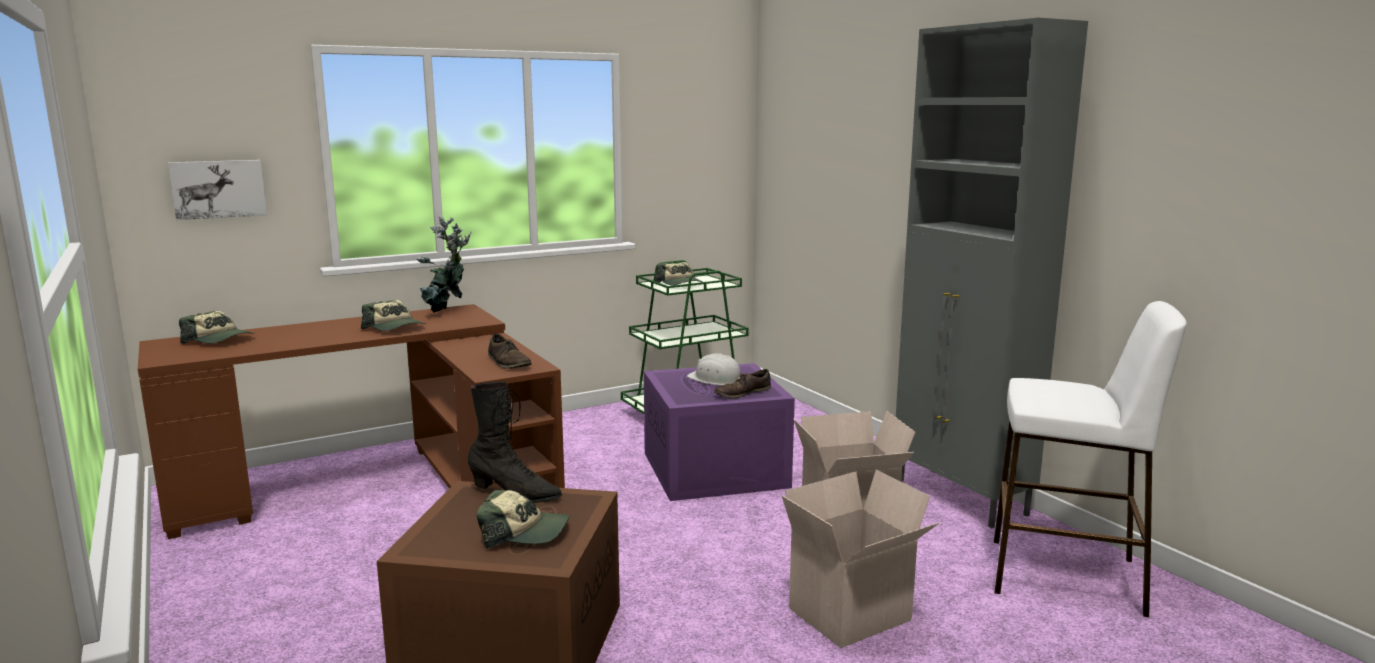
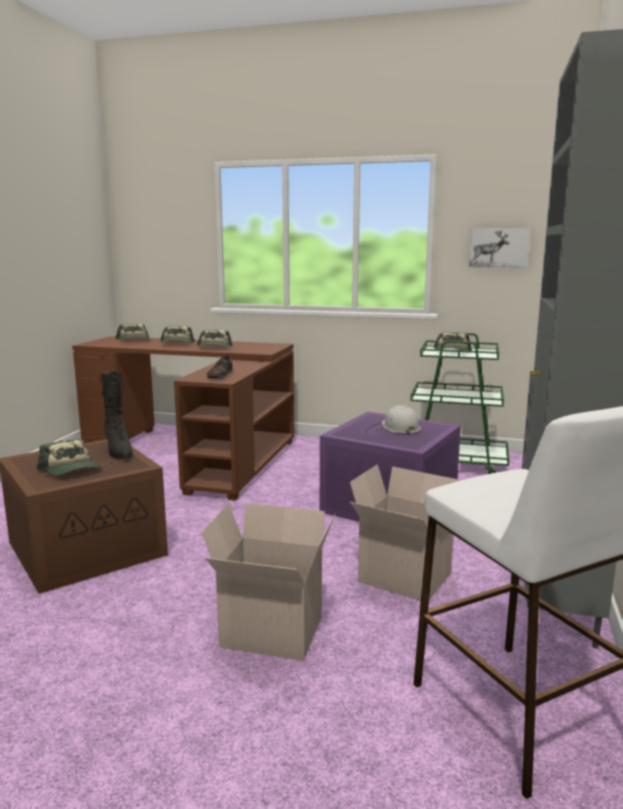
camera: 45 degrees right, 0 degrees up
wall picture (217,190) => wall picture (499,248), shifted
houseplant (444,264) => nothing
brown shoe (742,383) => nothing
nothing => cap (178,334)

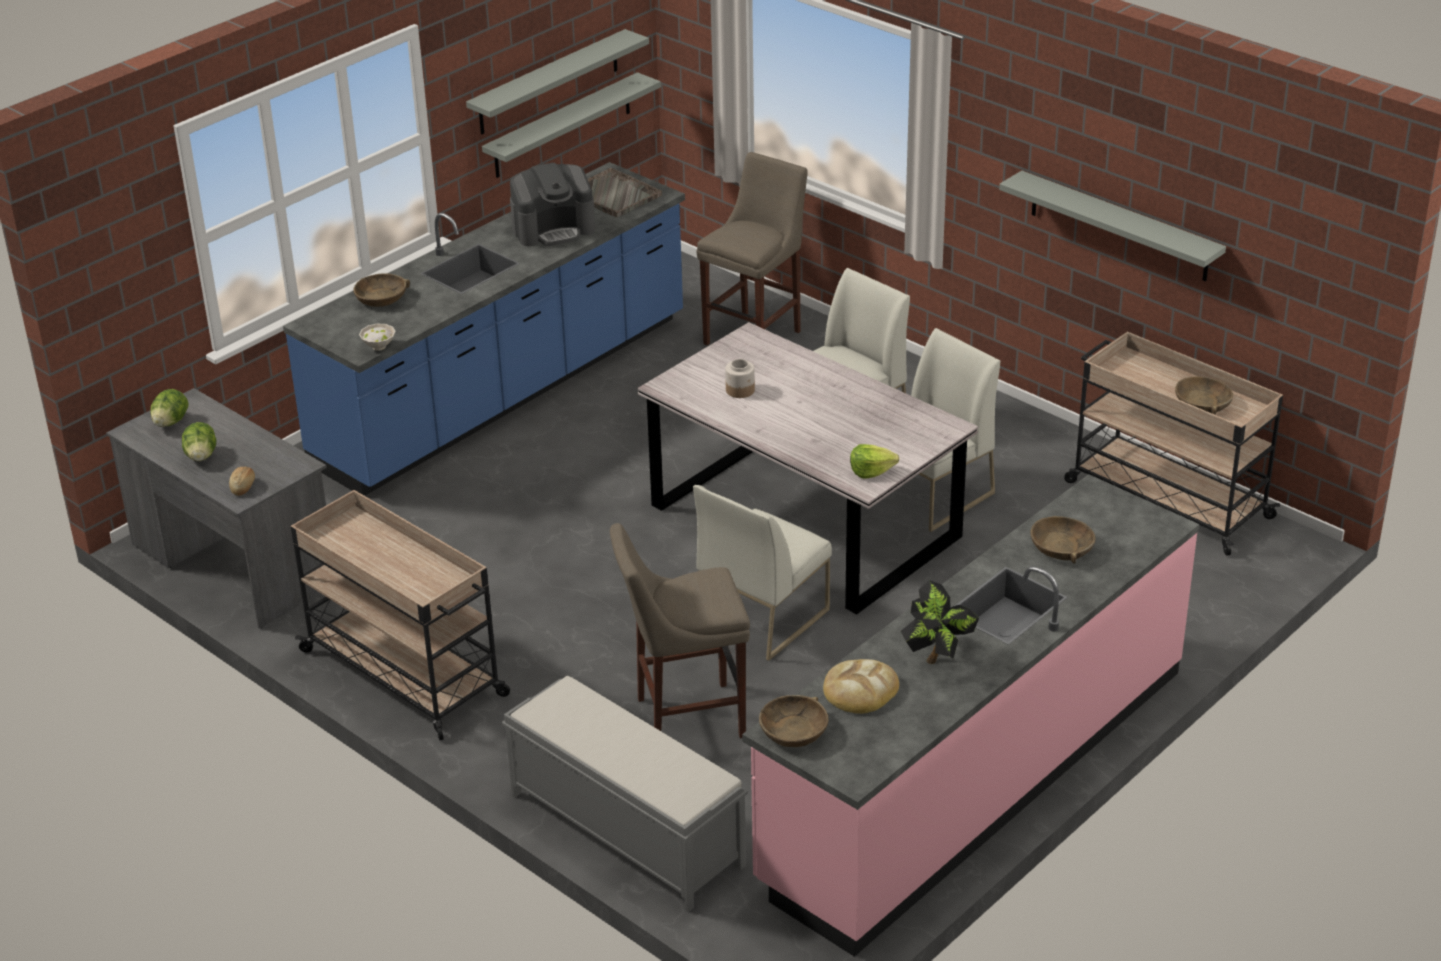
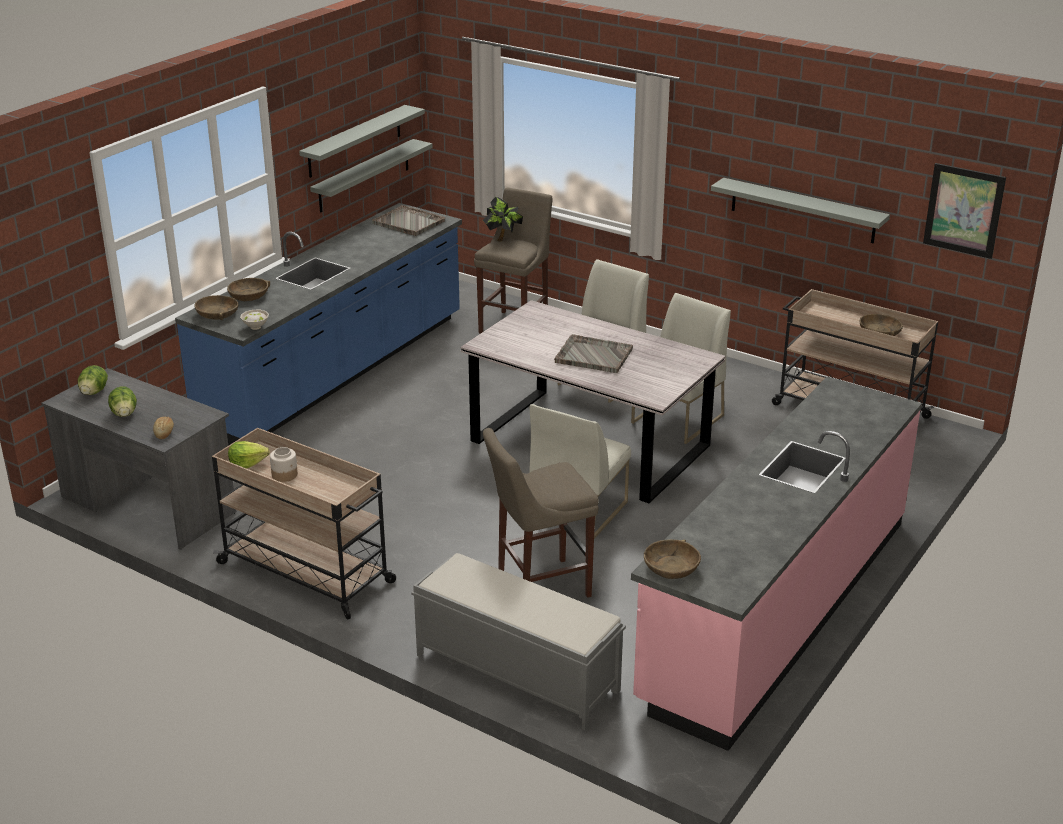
camera: 10 degrees left, 5 degrees down
coffee maker (552,204) => nothing
preserve jar (740,378) => preserve jar (284,464), shifted
head of lettuce (874,461) => head of lettuce (249,454), shifted
brown deep dish (1063,540) => brown deep dish (216,307), shifted
houseplant (940,622) => houseplant (503,219), shifted
bakery bread (861,686) => nothing
nothing => wall picture (964,211)
nothing => gray carrying tray (593,353)

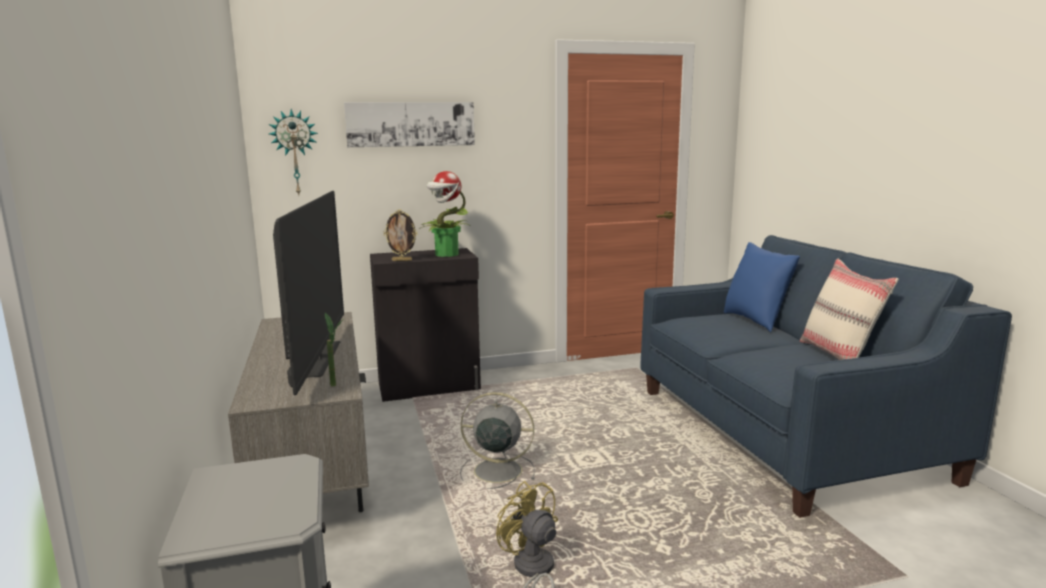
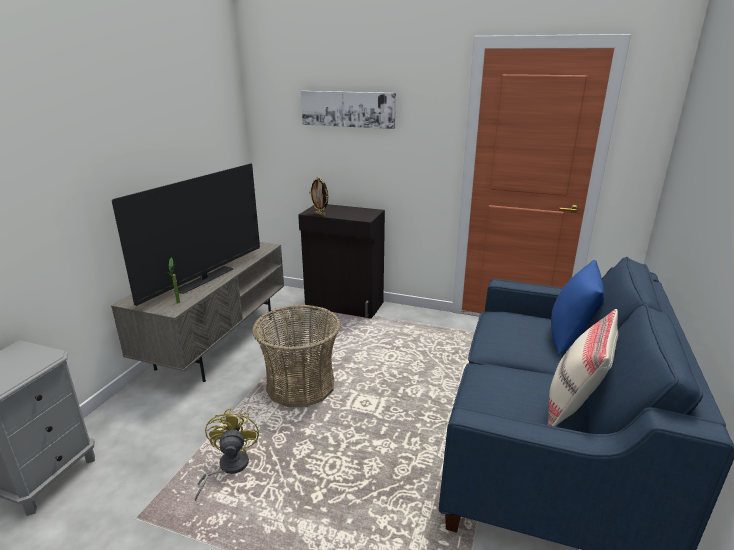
camera: 35 degrees right, 10 degrees up
wall clock (293,152) => nothing
houseplant (445,214) => nothing
gray electric fan (497,440) => storage basket (296,356)

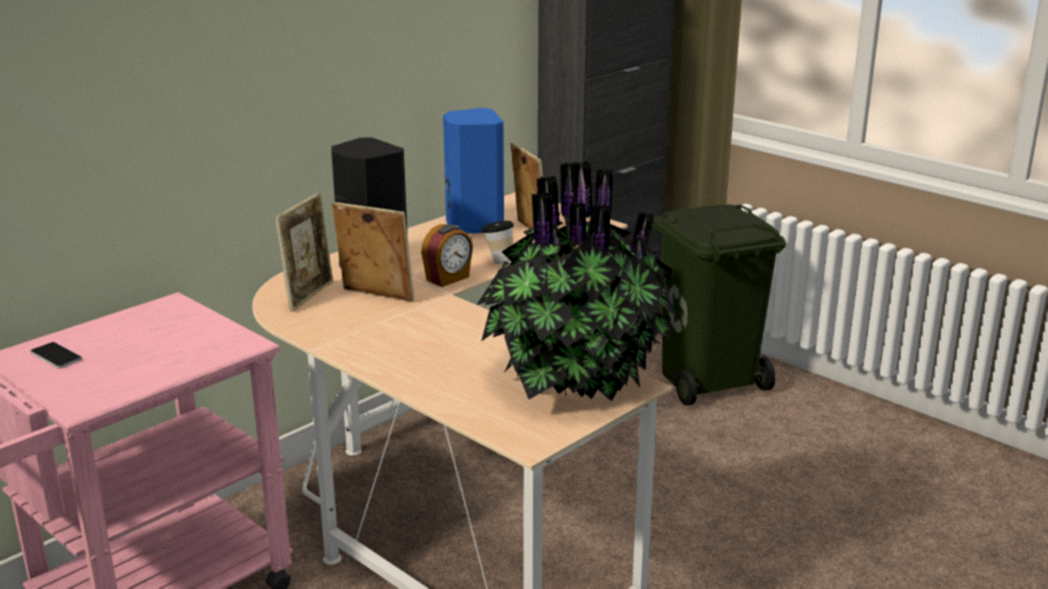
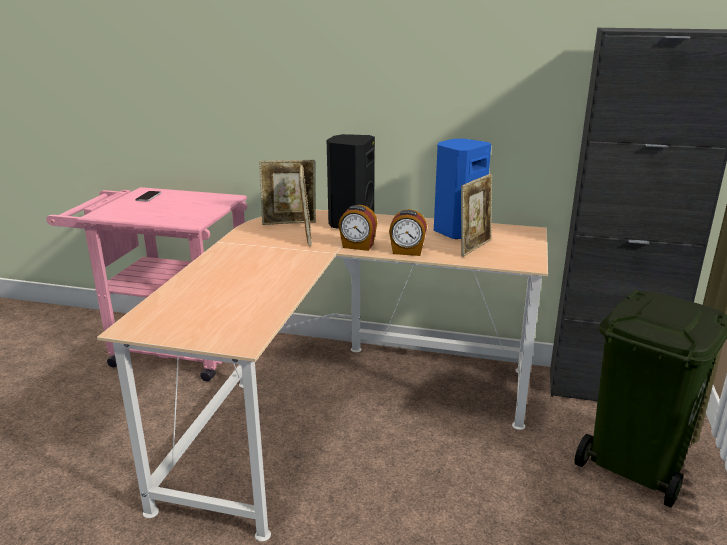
camera: 60 degrees right, 0 degrees up
houseplant (576,281) => nothing
cup (498,242) => alarm clock (408,232)

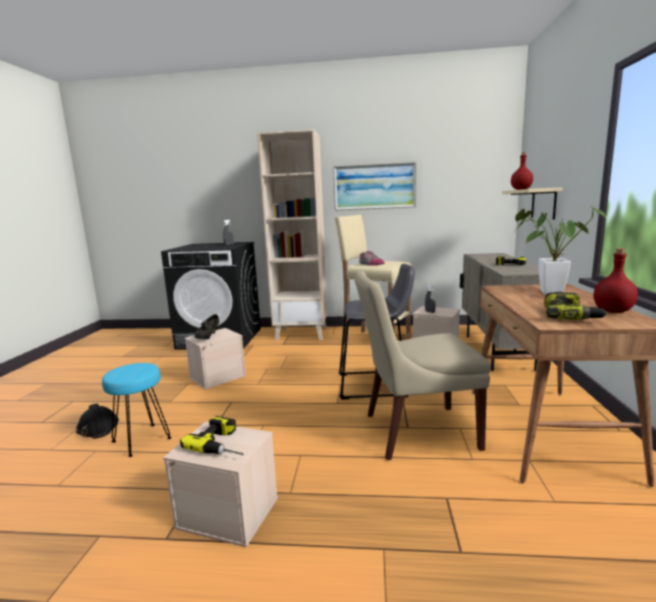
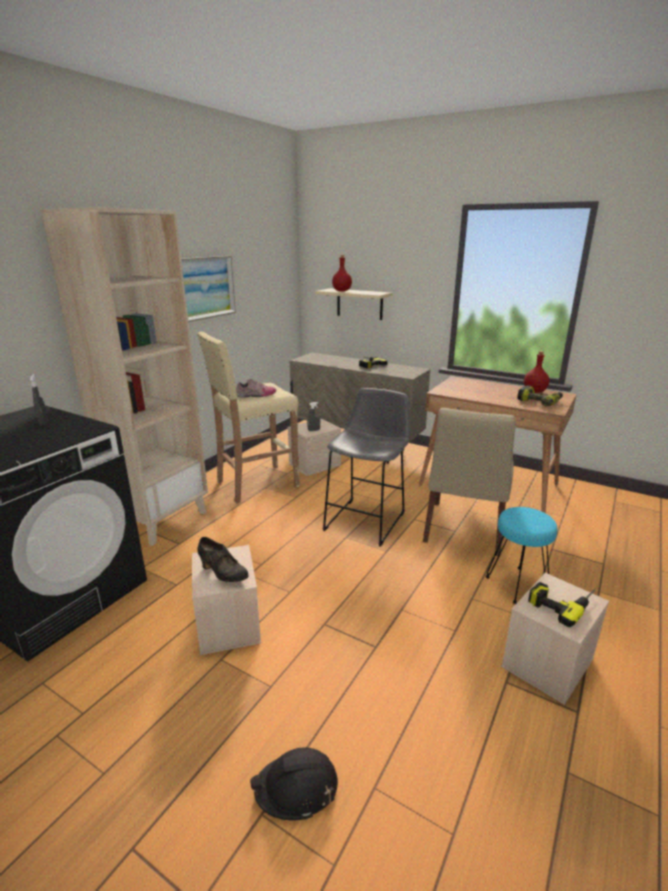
camera: 65 degrees left, 10 degrees up
houseplant (560,250) => nothing
blue-green sitting stool (137,410) => blue-green sitting stool (521,555), shifted

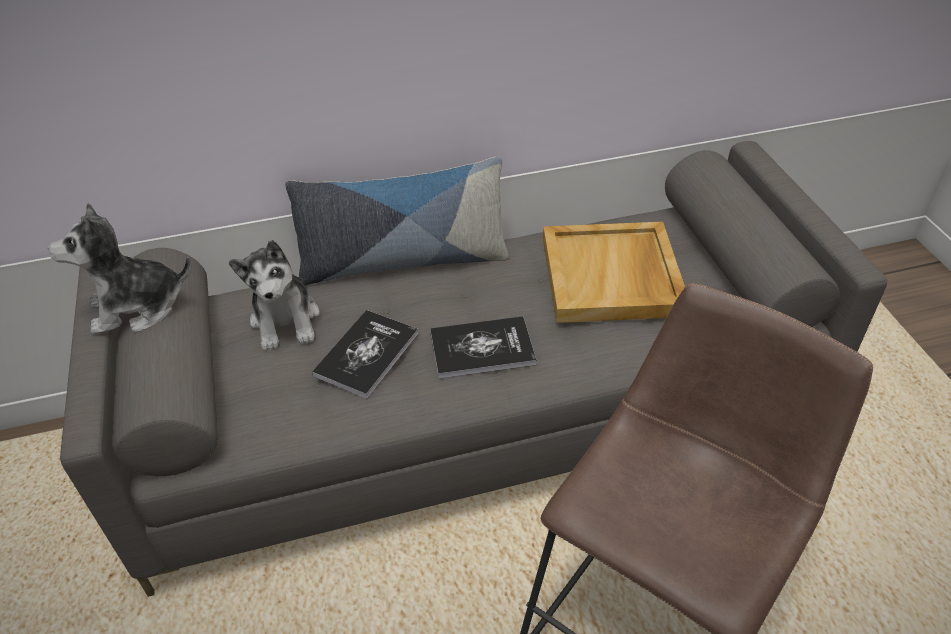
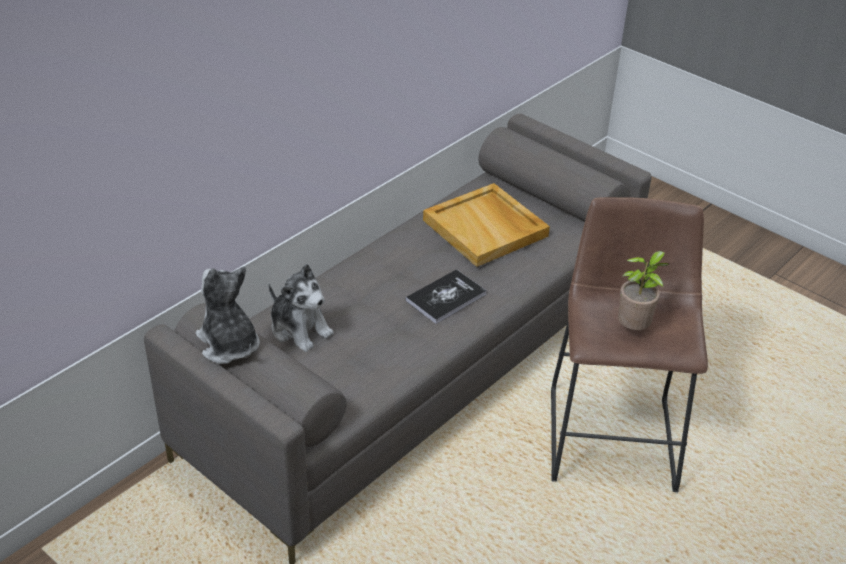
camera: 35 degrees left, 5 degrees down
pillow (397,221) => nothing
soft toy (119,269) => soft toy (228,315), 105 degrees clockwise
bound book (365,354) => nothing
nothing => houseplant (643,290)

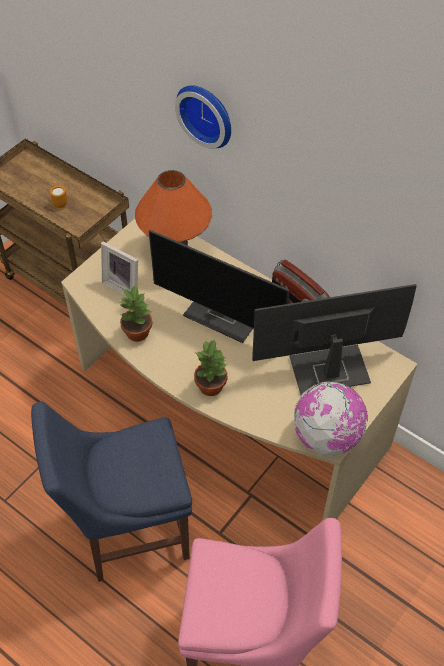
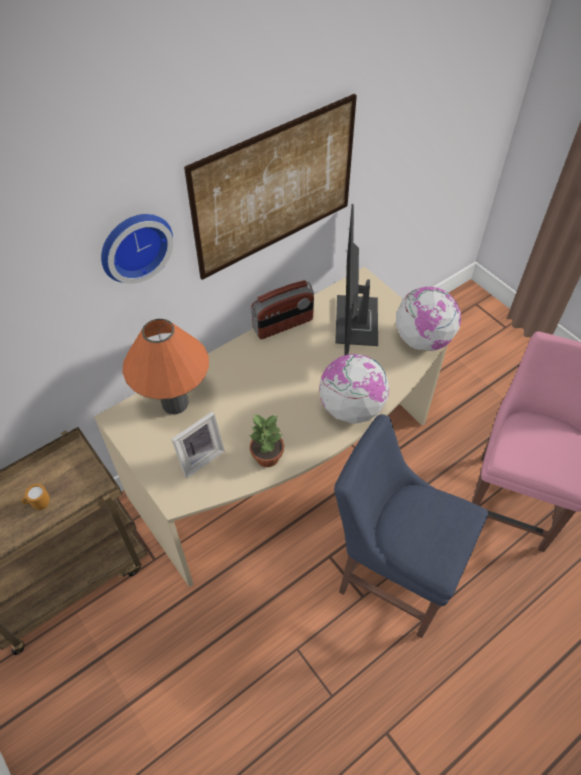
camera: 75 degrees left, 0 degrees up
computer screen (219,286) => nothing
houseplant (211,367) => desk globe (354,389)
blue chair (111,492) => blue chair (411,526), 120 degrees clockwise
nothing => wall picture (270,187)

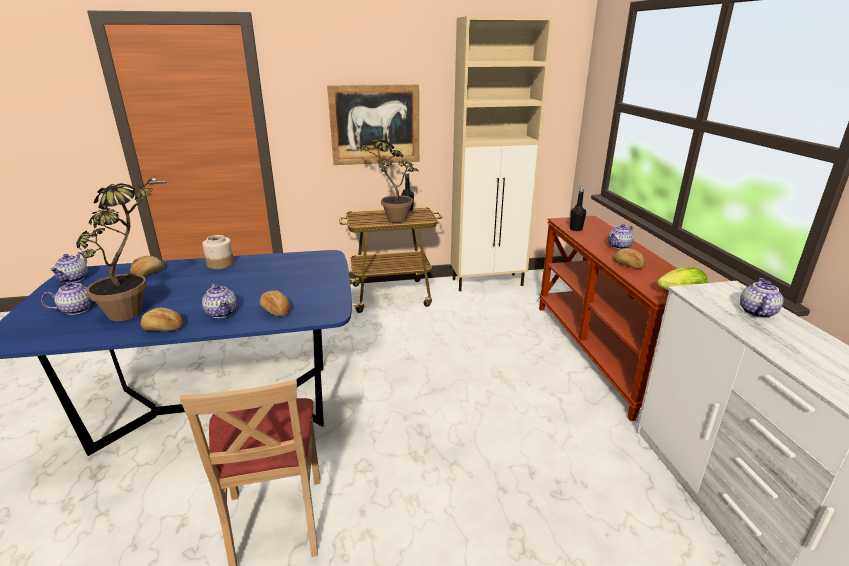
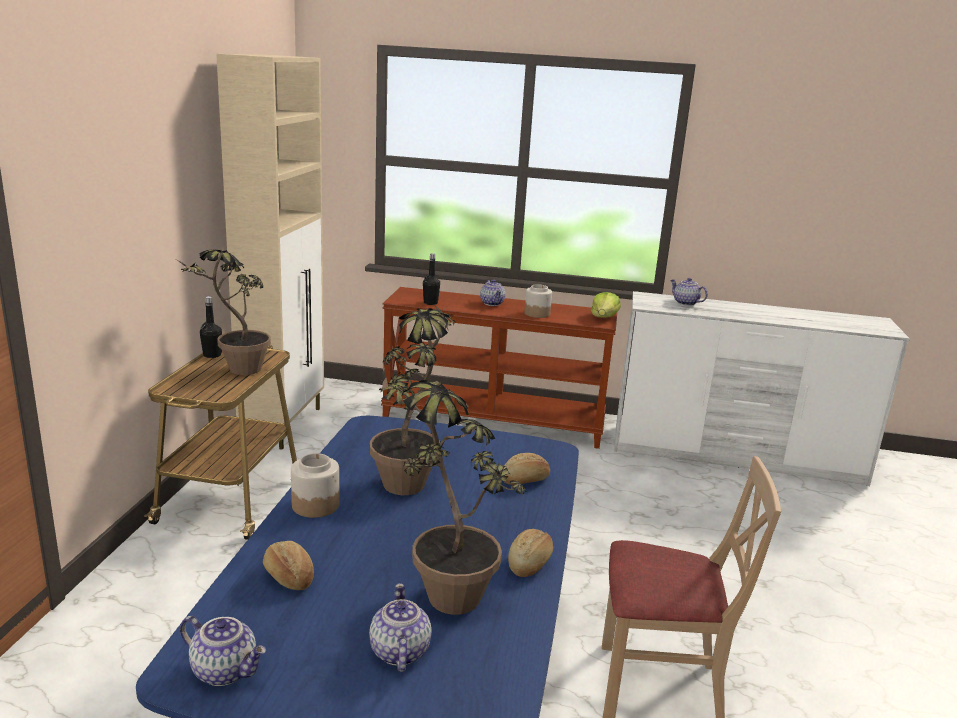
camera: 70 degrees left, 5 degrees down
wall picture (373,124) => nothing
bakery bread (630,258) => preserve jar (538,301)
pot for tea (219,300) => nothing
nothing => houseplant (413,398)

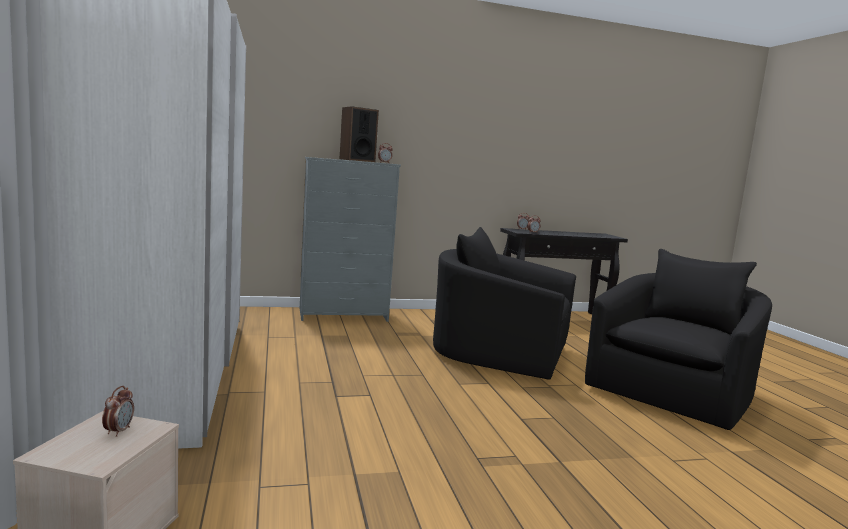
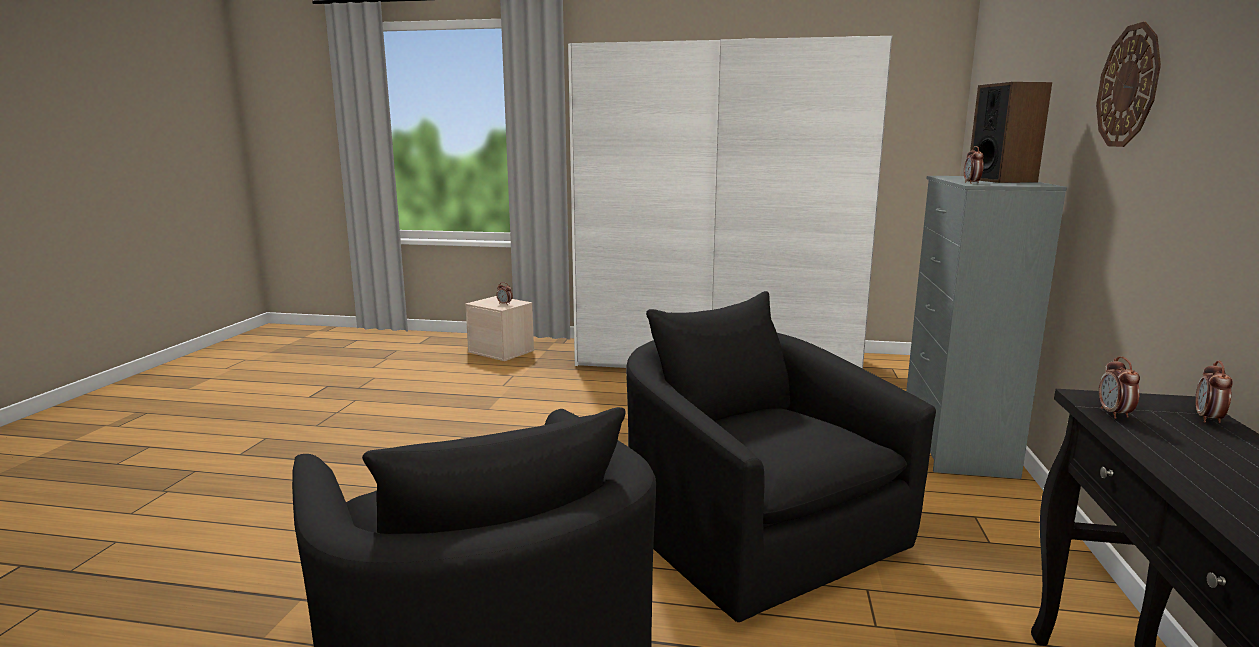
camera: 115 degrees right, 5 degrees up
black easy chair (504,303) => black easy chair (781,456), 75 degrees counterclockwise
nothing => wall clock (1128,84)

